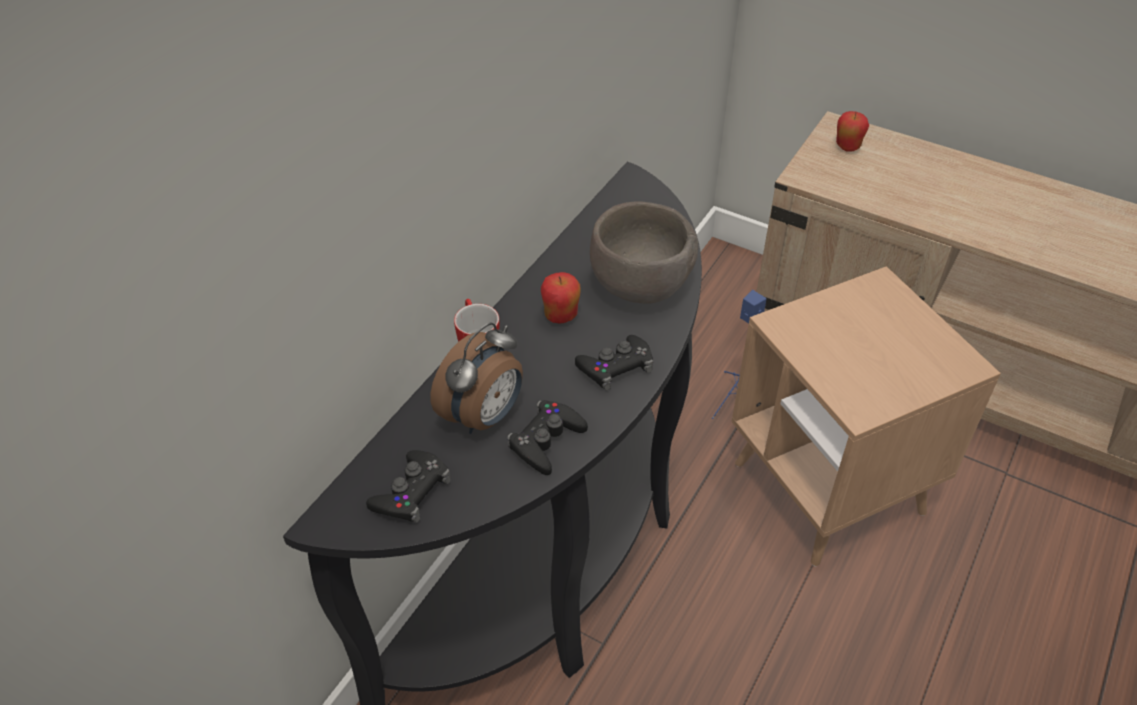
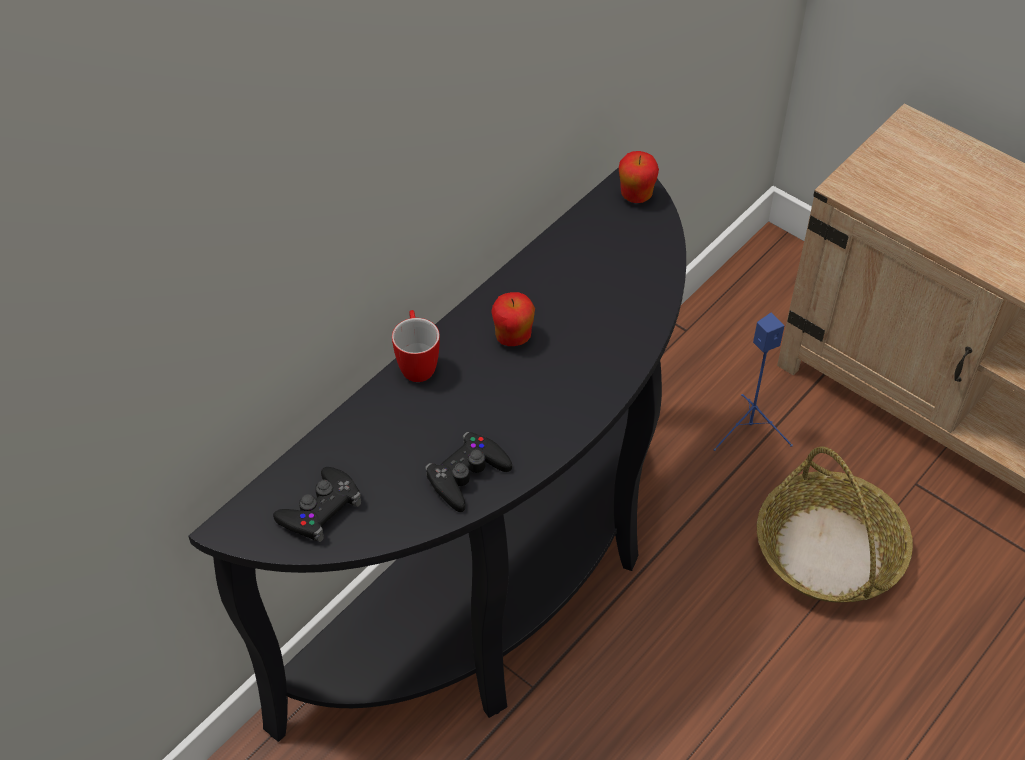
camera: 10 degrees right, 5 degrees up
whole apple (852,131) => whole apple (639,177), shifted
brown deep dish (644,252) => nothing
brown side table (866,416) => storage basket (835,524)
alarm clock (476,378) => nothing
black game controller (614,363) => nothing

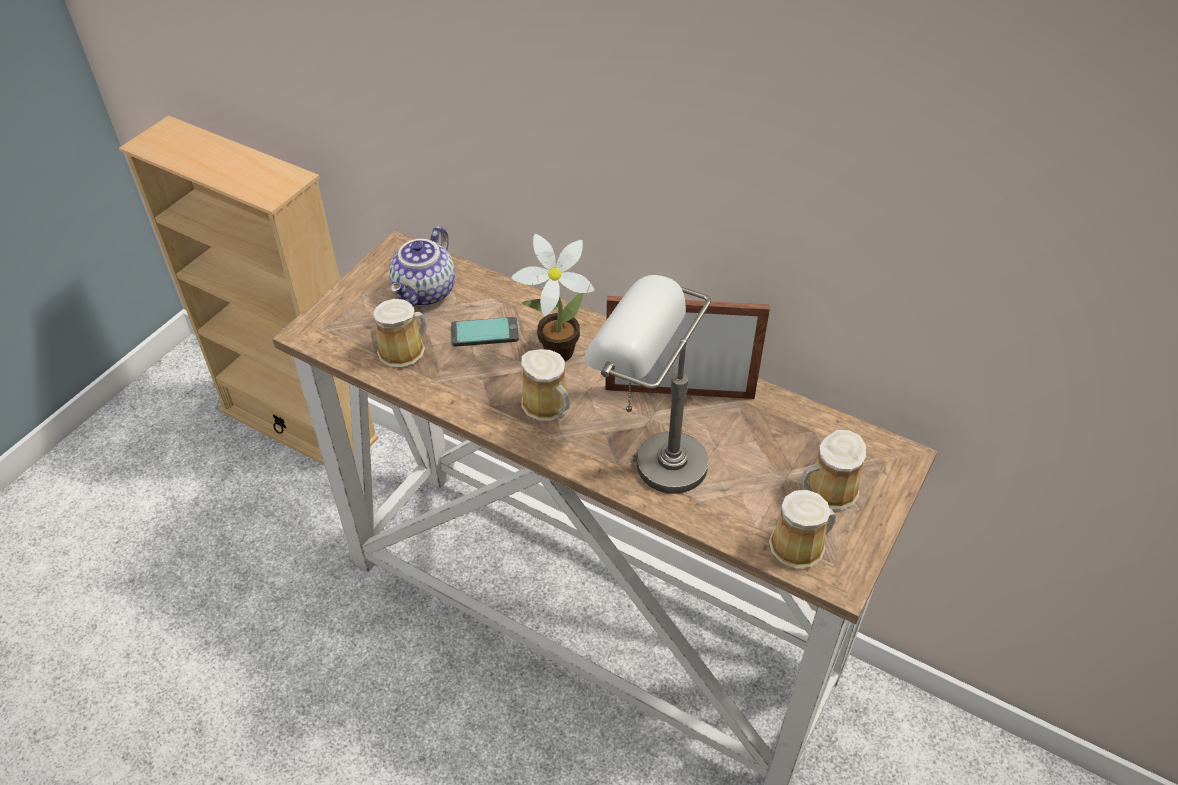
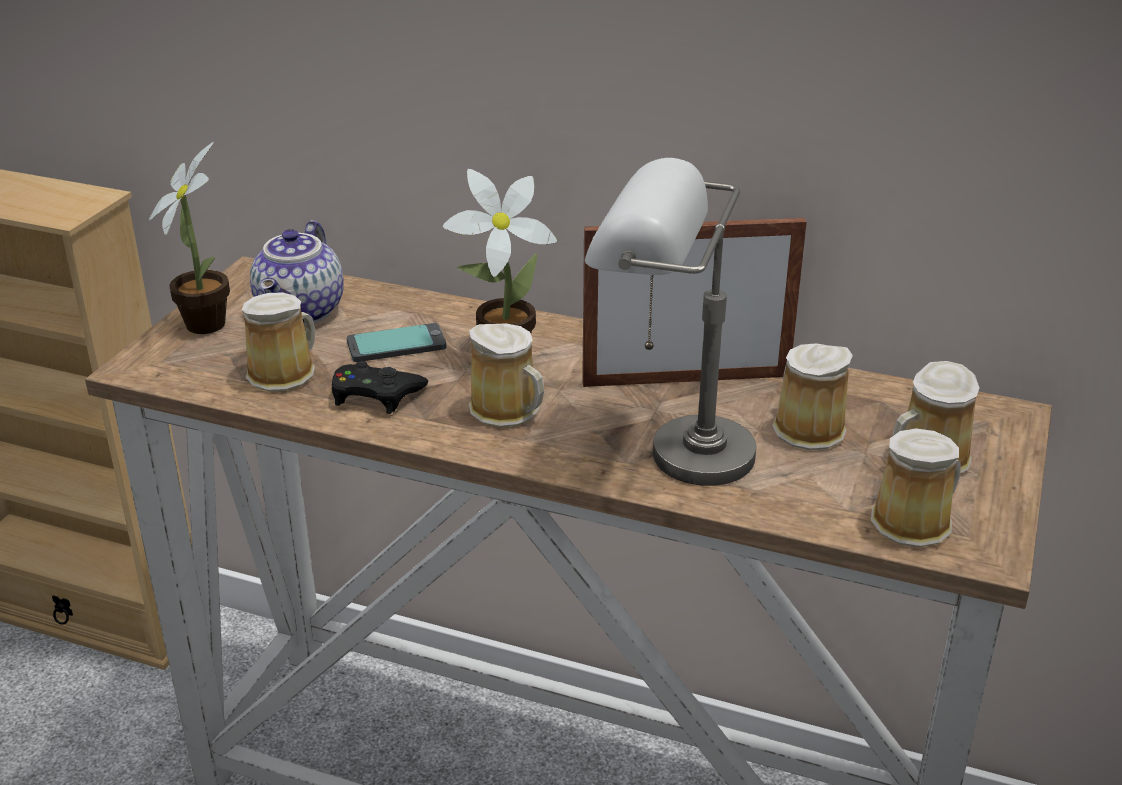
camera: 10 degrees left, 15 degrees down
nothing => houseplant (189,238)
nothing => coffee mug (812,396)
nothing => black game controller (380,387)

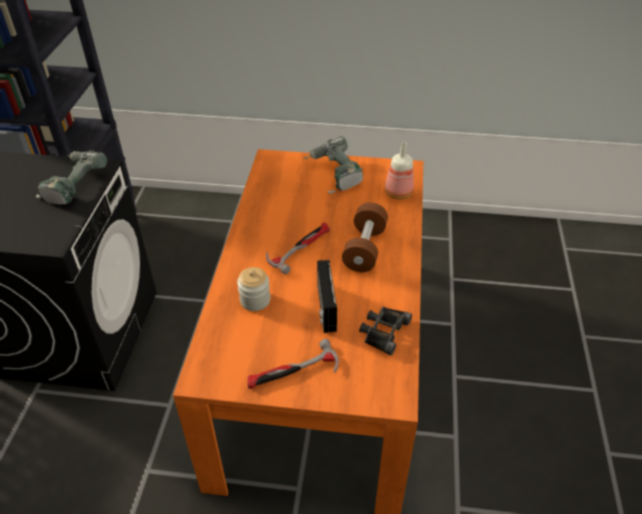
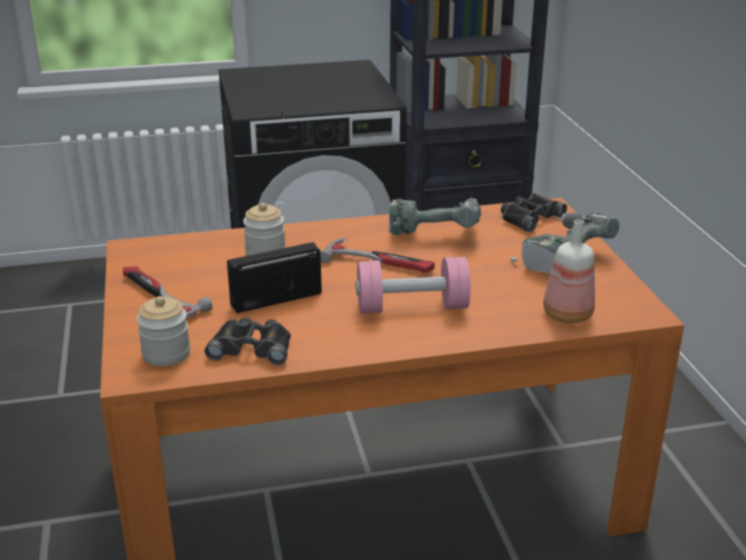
camera: 70 degrees right, 15 degrees down
power drill (71,177) => power drill (435,216), shifted
brown hand weight (365,237) => pinkish hand weight (413,285)
nothing => black binoculars (534,212)
nothing => preserve jar (163,331)

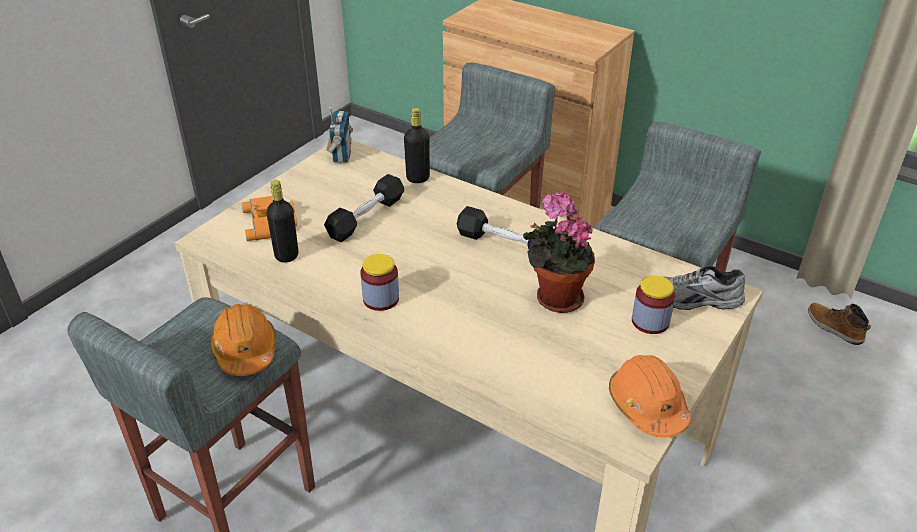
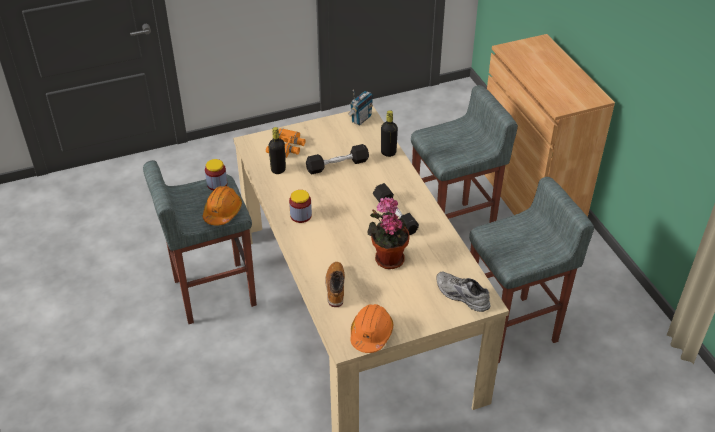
camera: 35 degrees right, 5 degrees up
preserve jar (653,304) => preserve jar (216,175), shifted
high-top boot (839,324) => high-top boot (335,284), shifted

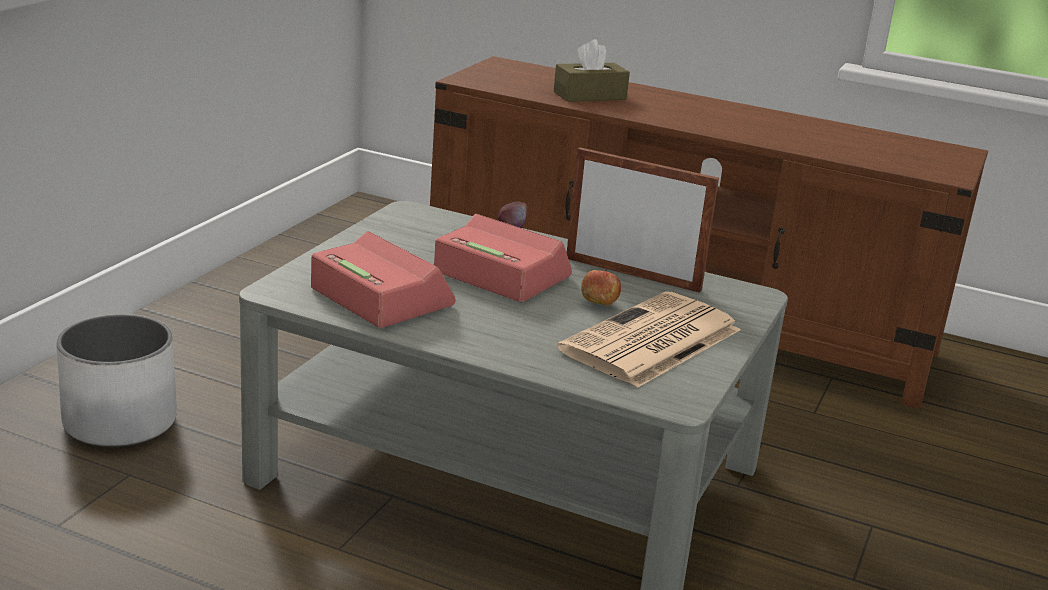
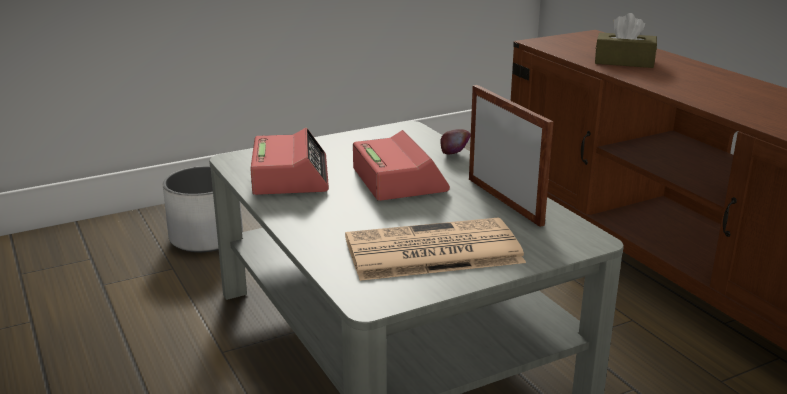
camera: 40 degrees right, 0 degrees up
whole apple (601,287) => nothing

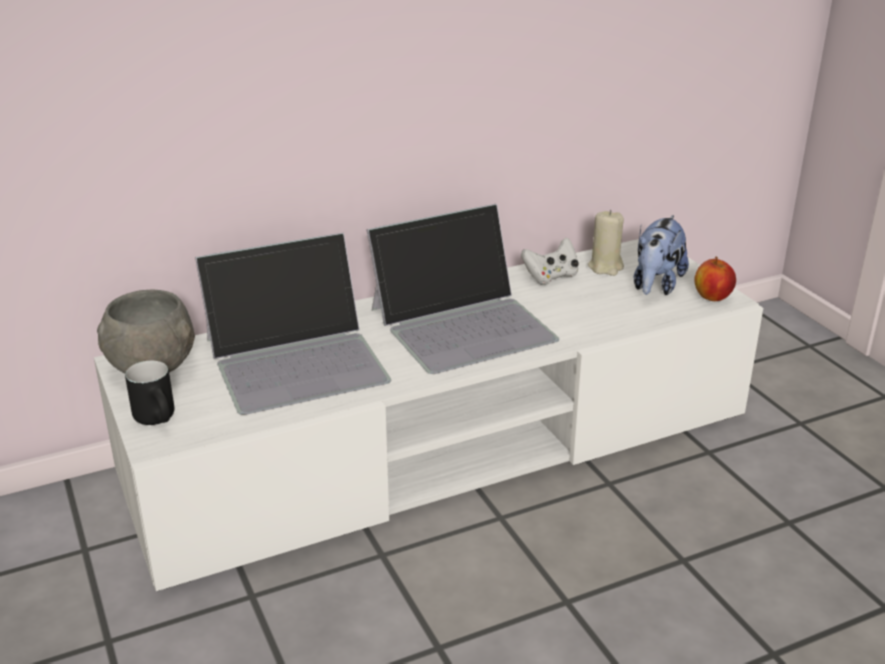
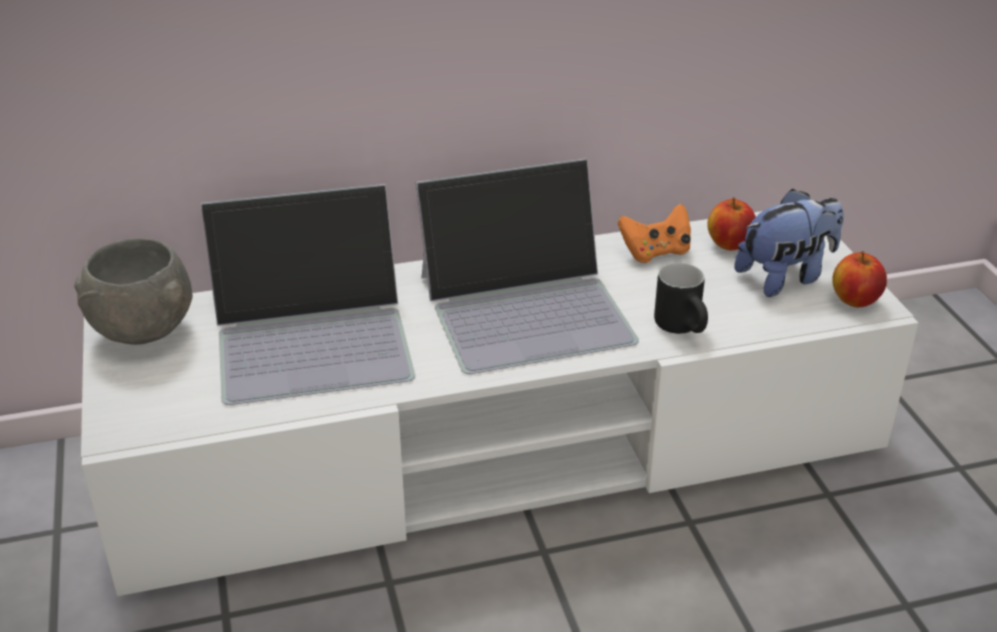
camera: 10 degrees right, 5 degrees up
beige wax light (606,243) => whole apple (731,223)
soft toy (661,255) => soft toy (789,243), 150 degrees counterclockwise
white-coloured game controller (550,261) => orange game controller (654,233)
black coffee mug (149,393) => black coffee mug (681,298), shifted

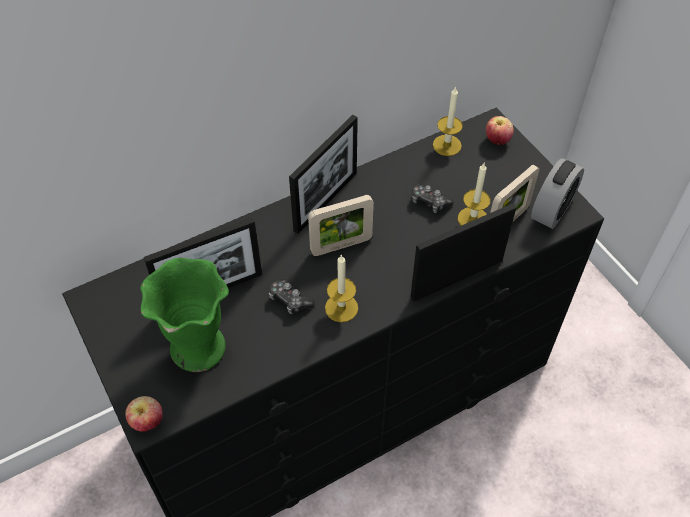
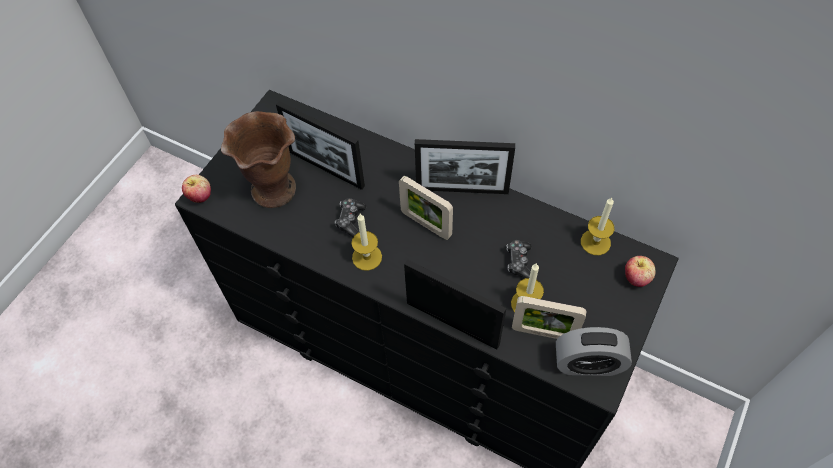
camera: 60 degrees right, 5 degrees up
greenish vase (185,315) => brown vase (258,159)

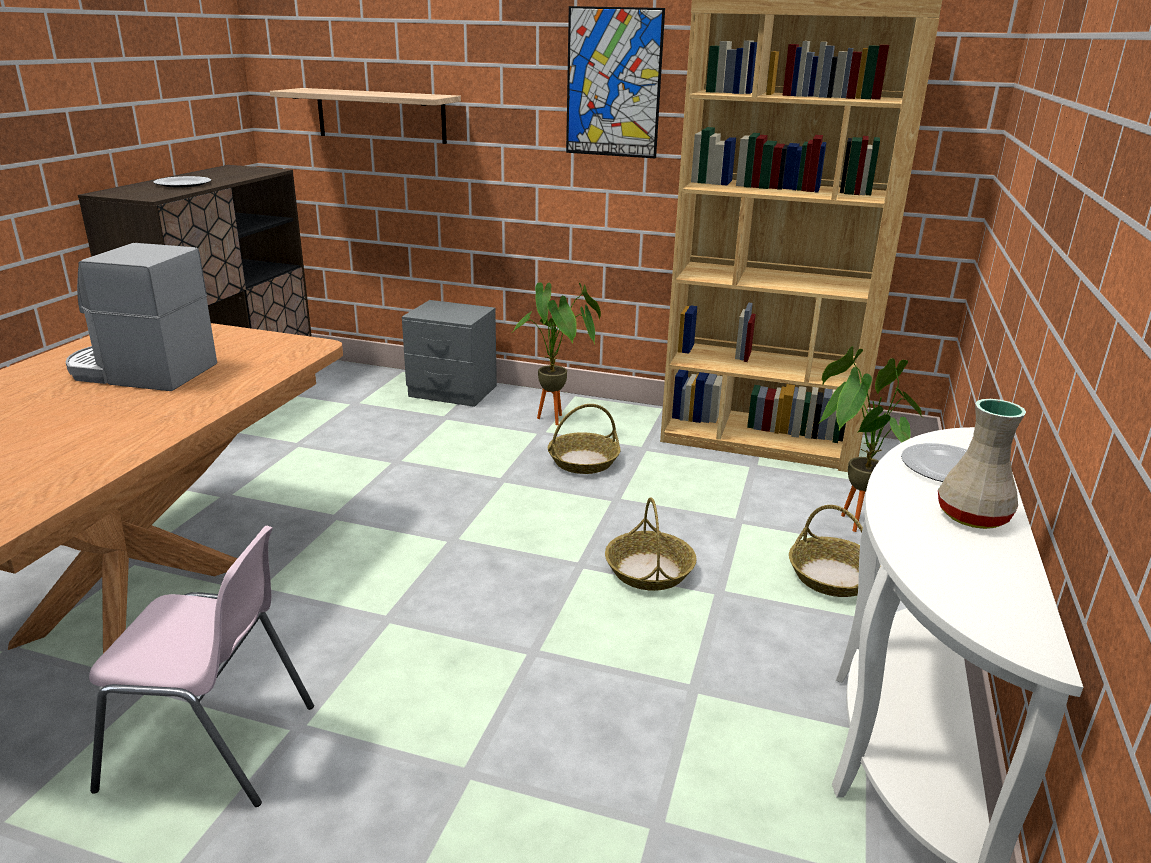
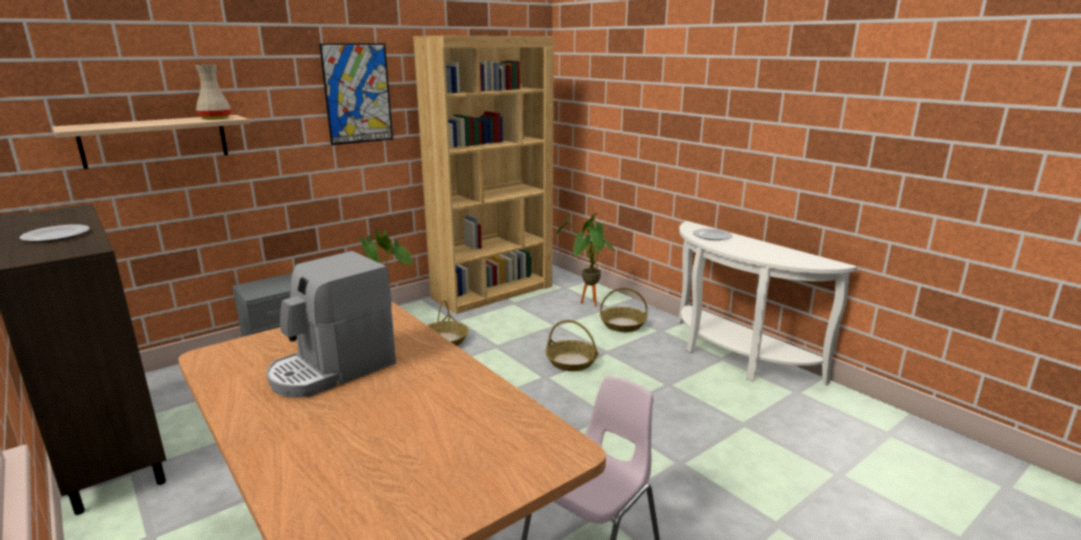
camera: 55 degrees left, 5 degrees down
beige vase (982,464) => beige vase (213,92), shifted

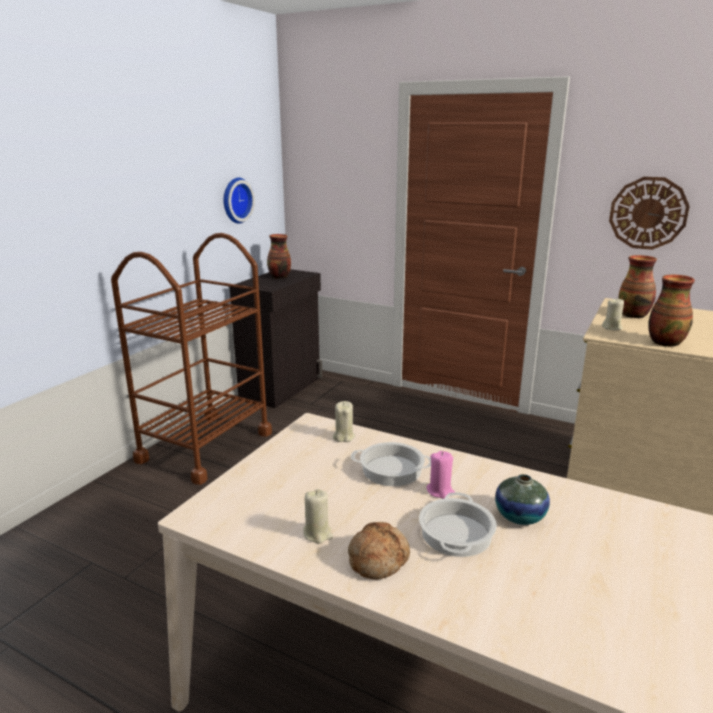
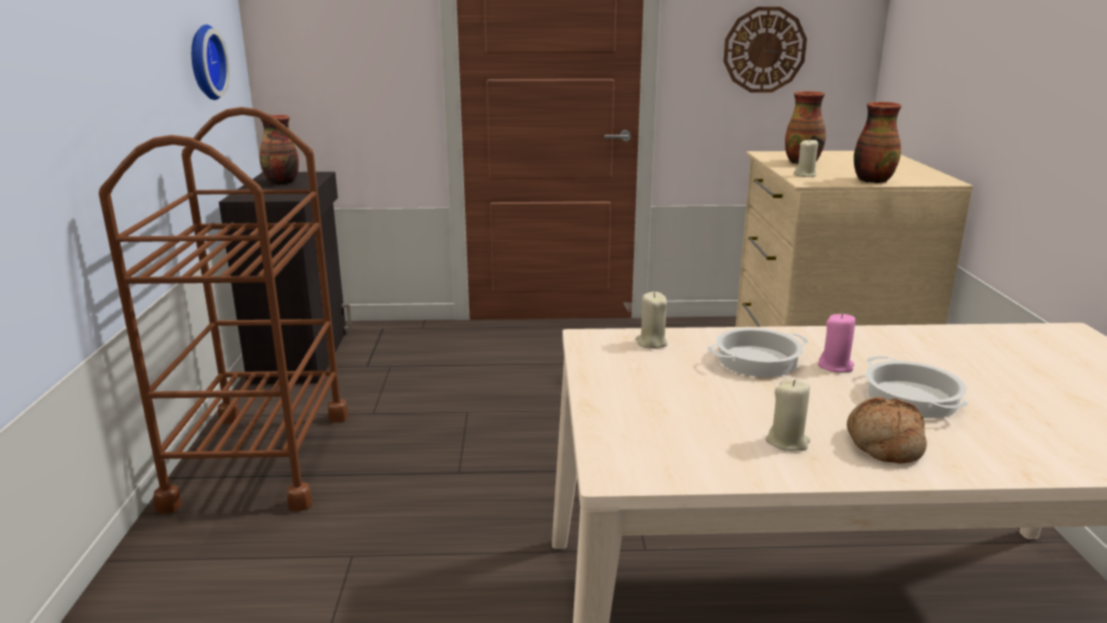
camera: 30 degrees left, 0 degrees up
vase (522,499) => nothing

